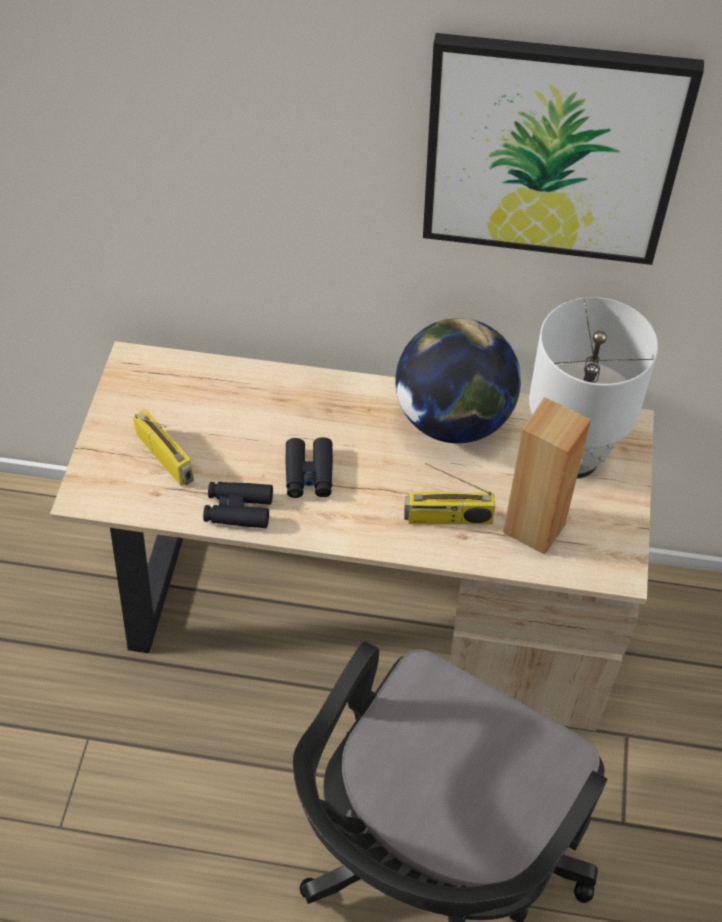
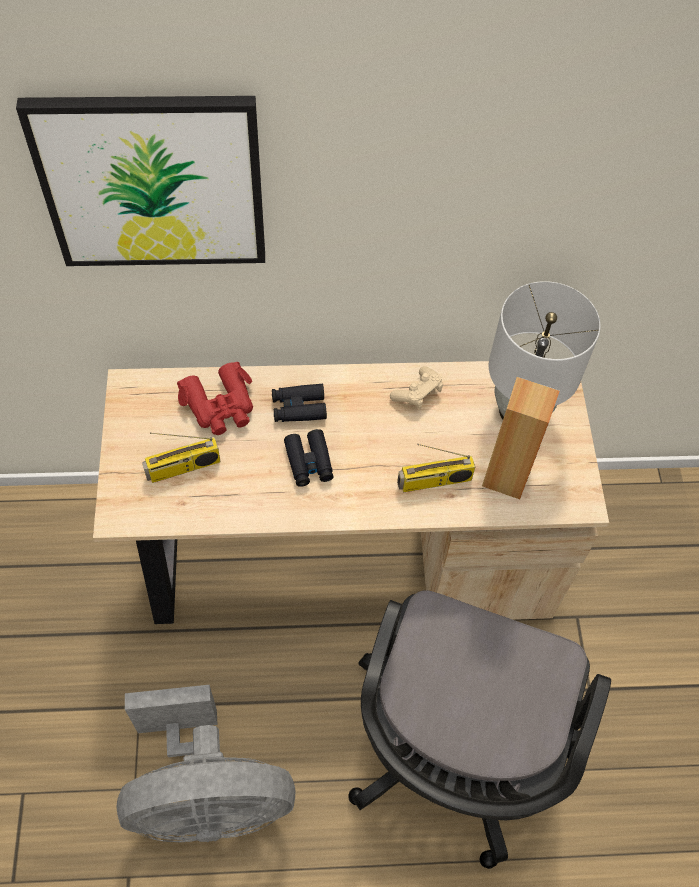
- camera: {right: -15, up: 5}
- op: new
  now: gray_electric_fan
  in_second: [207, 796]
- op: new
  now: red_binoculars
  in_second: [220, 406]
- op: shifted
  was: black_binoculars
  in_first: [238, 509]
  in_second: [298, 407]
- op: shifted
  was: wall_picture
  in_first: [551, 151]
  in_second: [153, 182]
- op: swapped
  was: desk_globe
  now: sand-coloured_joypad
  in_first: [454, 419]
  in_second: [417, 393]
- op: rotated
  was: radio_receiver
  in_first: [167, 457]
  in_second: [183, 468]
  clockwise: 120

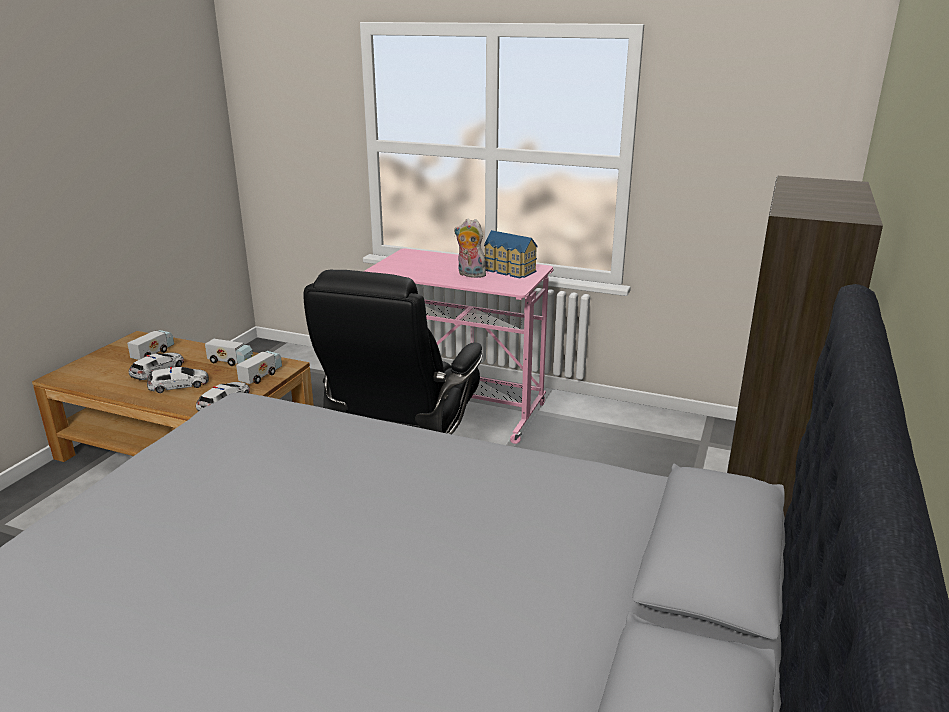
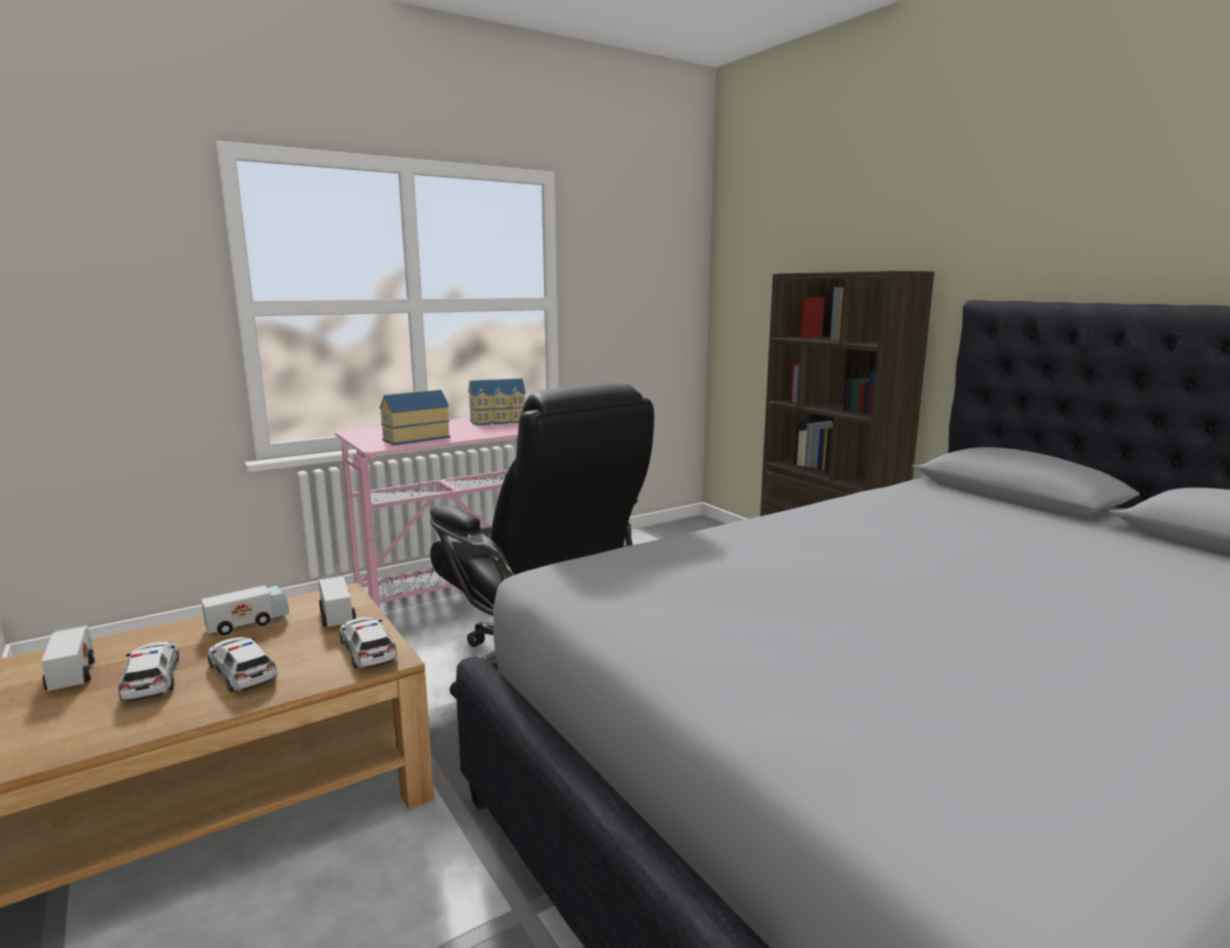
- camera: {right: -55, up: -10}
- op: gone
  was: plush_toy
  in_first: [470, 275]
- op: new
  now: miniature_house
  in_second: [414, 438]
- op: rotated
  was: toy_car
  in_first: [179, 385]
  in_second: [242, 671]
  clockwise: -60

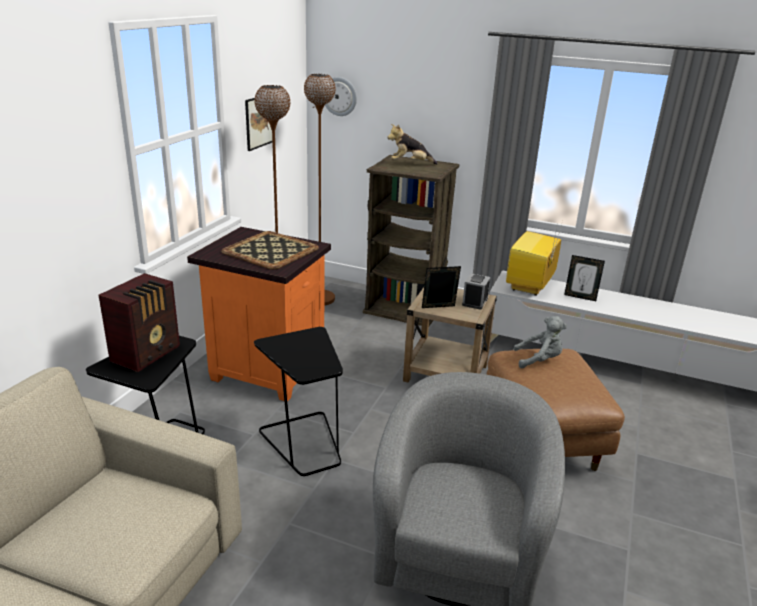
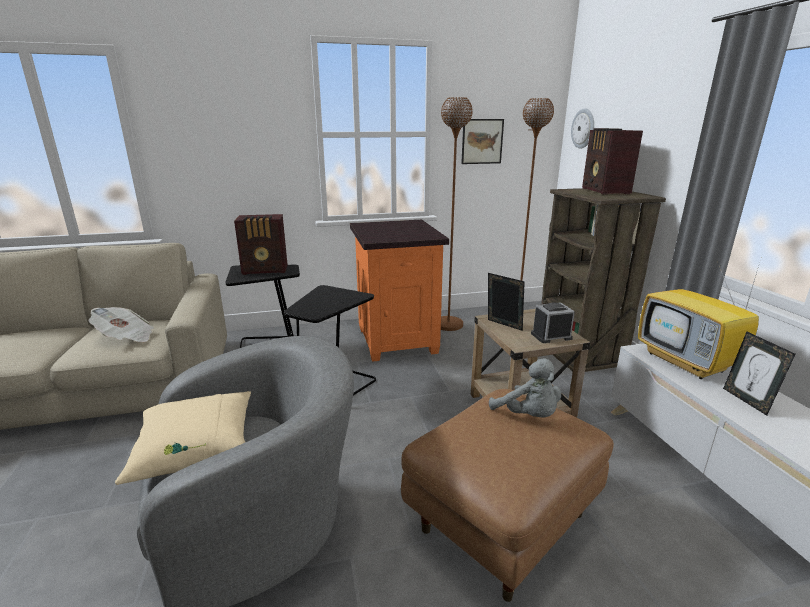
- camera: {right: 55, up: -5}
- op: gone
  was: tray
  in_first: [270, 250]
- op: new
  now: newspaper
  in_second: [126, 337]
- op: new
  now: sand-coloured_pillow
  in_second: [196, 449]
- op: swapped
  was: plush_toy
  now: radio_receiver
  in_first: [410, 163]
  in_second: [605, 191]
- op: rotated
  was: TV_set
  in_first: [530, 286]
  in_second: [688, 363]
  clockwise: -105

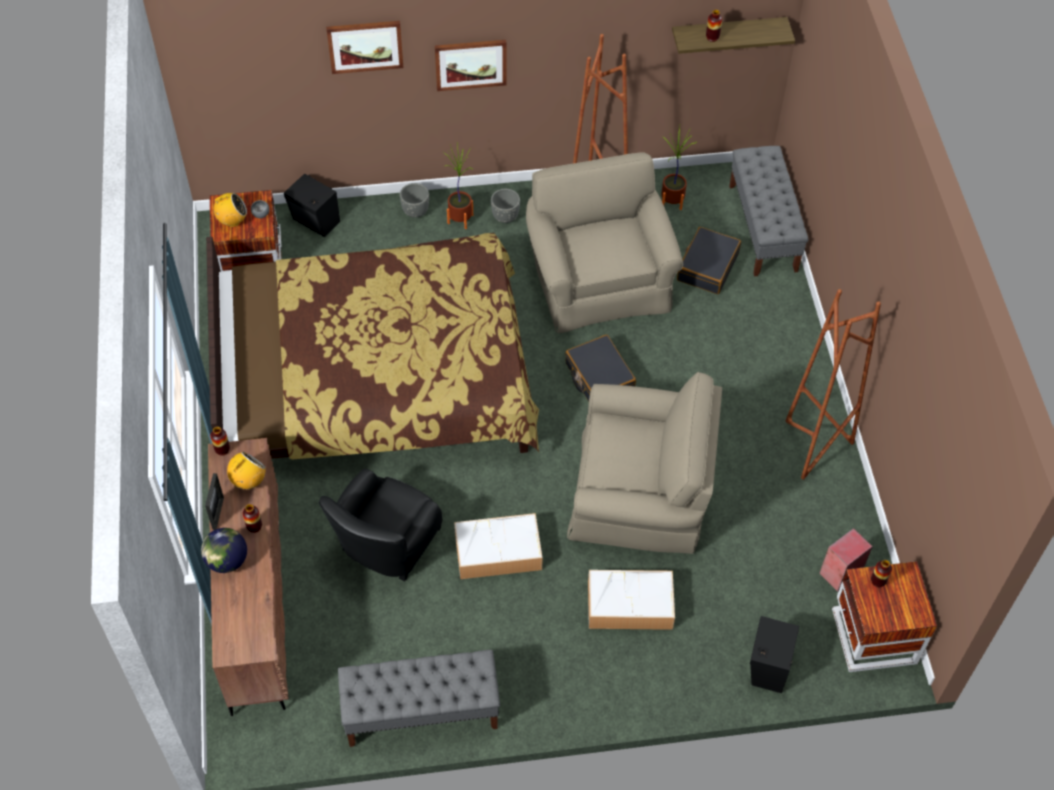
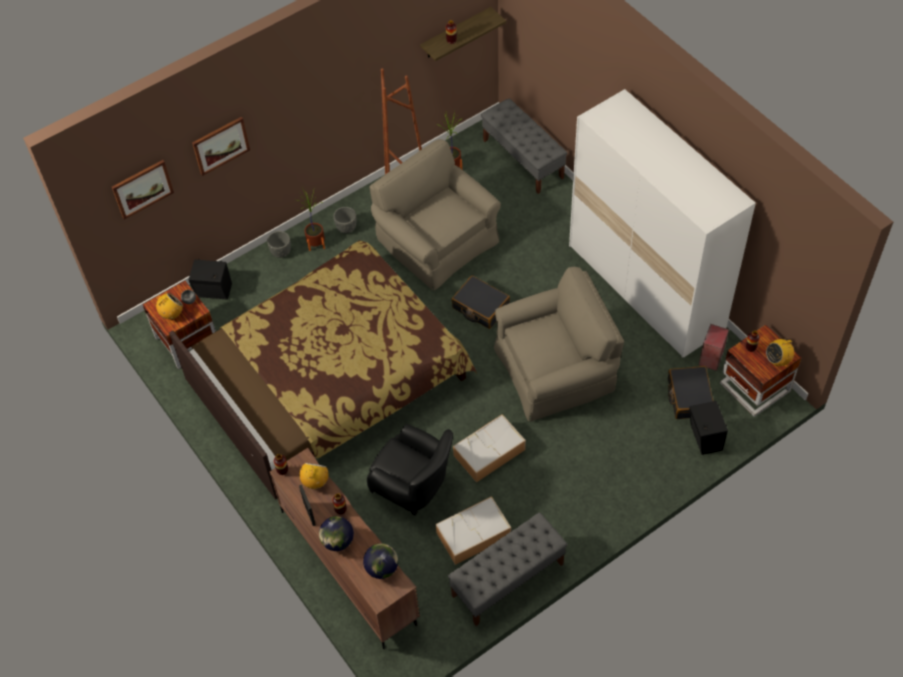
- camera: {right: -25, up: 0}
- op: new
  now: desk_globe
  in_second: [382, 568]
- op: new
  now: radio_receiver
  in_second: [777, 360]
- op: shifted
  was: wall_picture
  in_first: [470, 64]
  in_second: [142, 188]
- op: shifted
  was: storage_box
  in_first: [628, 605]
  in_second: [472, 535]
- op: shifted
  was: black_piece_of_luggage
  in_first: [707, 267]
  in_second: [689, 397]
- op: swapped
  was: brown-coloured_garment_stand
  now: white_wardrobe
  in_first: [814, 448]
  in_second: [645, 287]
- op: rotated
  was: black_lounge_chair
  in_first: [387, 546]
  in_second: [413, 485]
  clockwise: -60

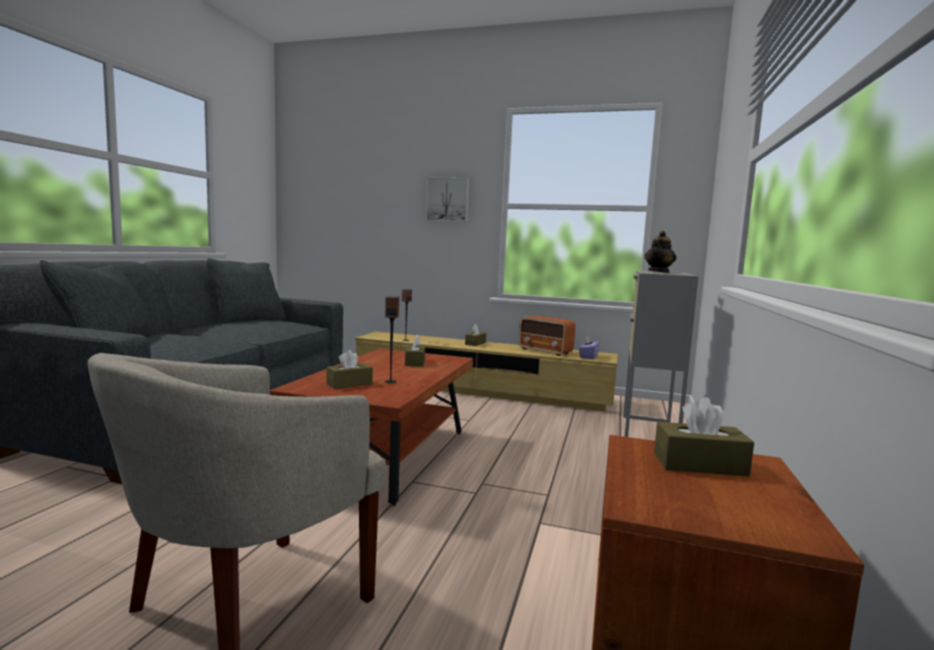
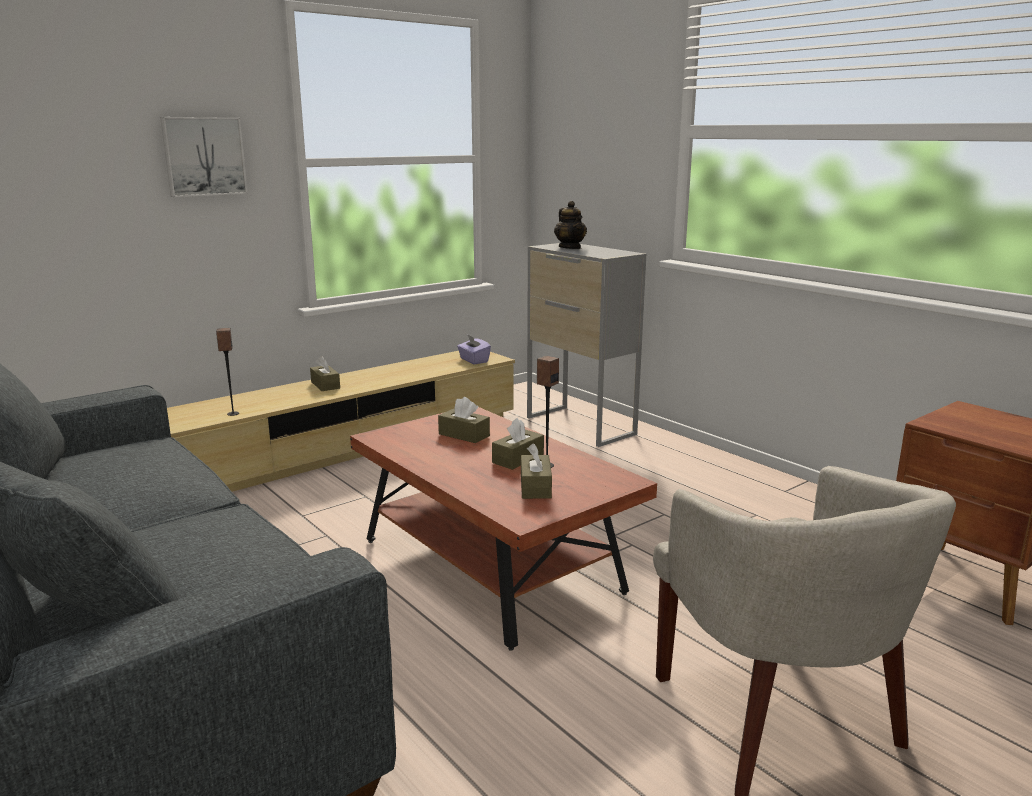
- camera: {right: -55, up: 10}
- op: gone
  was: radio_receiver
  in_first: [545, 351]
- op: shifted
  was: brown-coloured_box_of_tissues
  in_first: [699, 464]
  in_second: [518, 459]

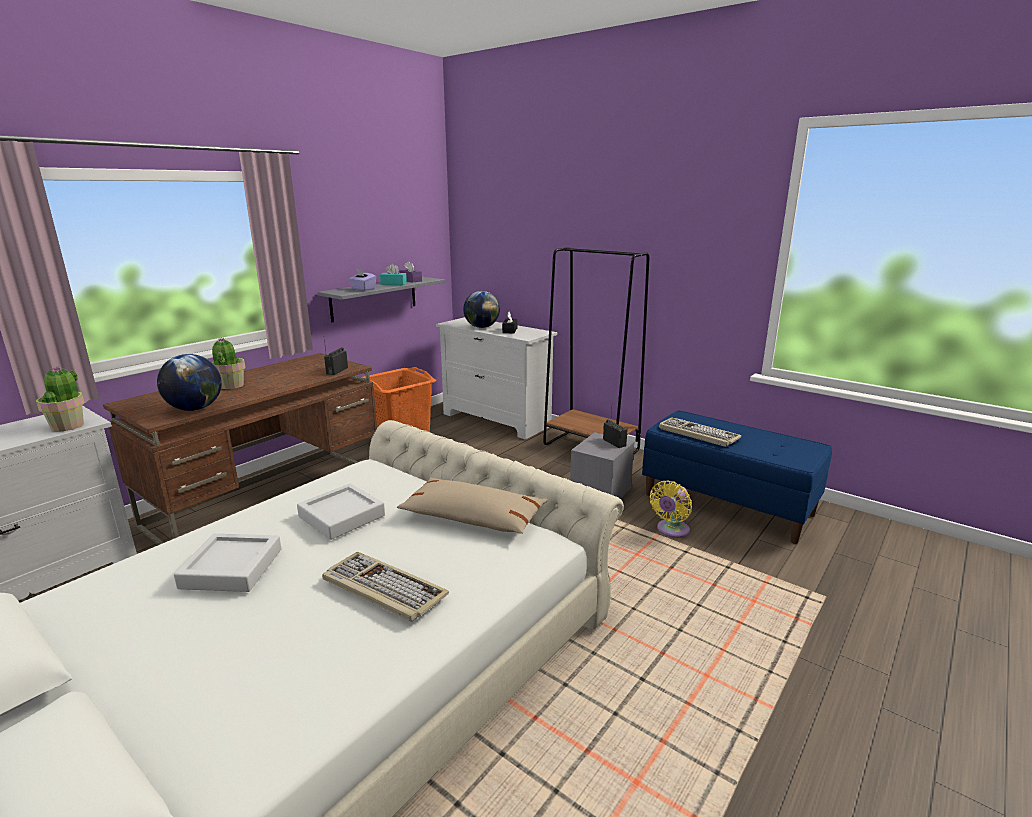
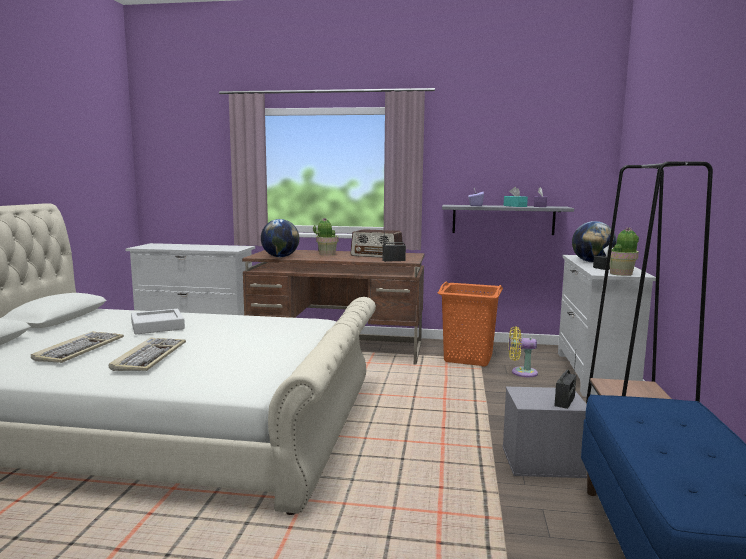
- camera: {right: 60, up: -10}
- op: gone
  was: gray_tray
  in_first: [342, 516]
- op: gone
  was: sand-coloured_pillow
  in_first: [473, 517]
- op: new
  now: radio_receiver
  in_second: [377, 255]
- op: shifted
  was: houseplant
  in_first: [68, 426]
  in_second: [621, 274]
- op: shifted
  was: yellow-coloured_electric_fan
  in_first: [671, 530]
  in_second: [521, 372]
- op: shifted
  was: computer_keyboard
  in_first: [697, 434]
  in_second: [79, 349]

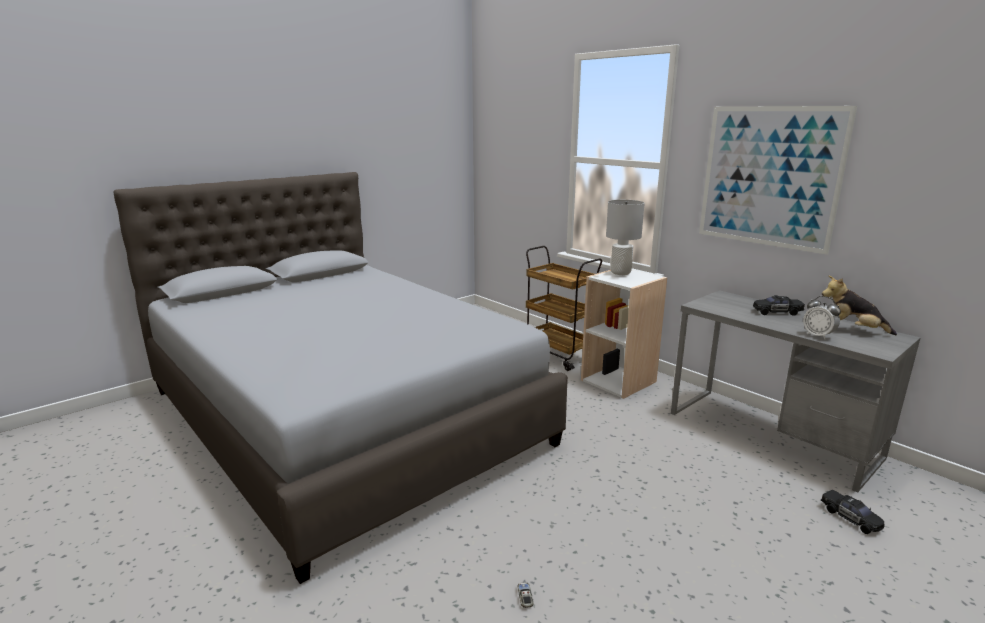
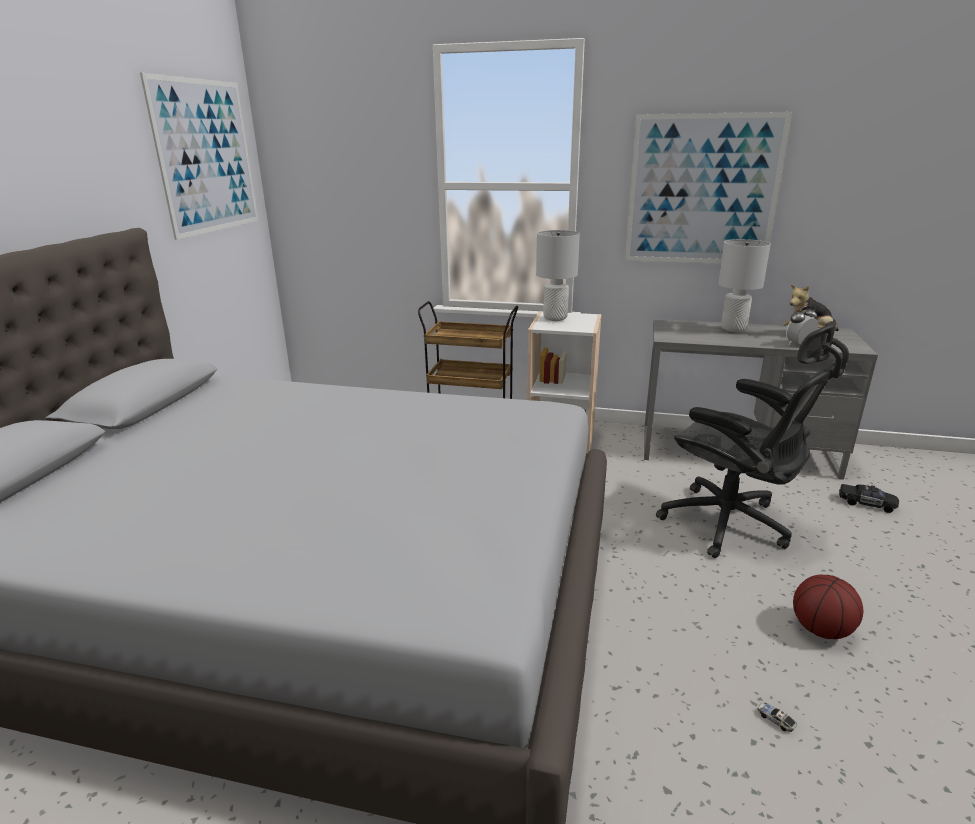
- camera: {right: -35, up: 5}
- op: new
  now: wall_picture
  in_second: [206, 157]
- op: new
  now: office_chair
  in_second: [730, 525]
- op: new
  now: basketball_ball
  in_second: [821, 629]
- op: swapped
  was: black_toy_car
  now: gray_lamp_for_a_table
  in_first: [776, 312]
  in_second: [733, 330]
- op: rotated
  was: alarm_clock
  in_first: [818, 335]
  in_second: [798, 345]
  clockwise: 135

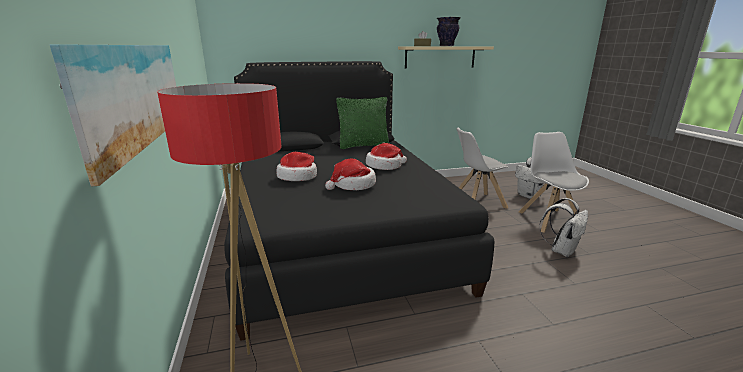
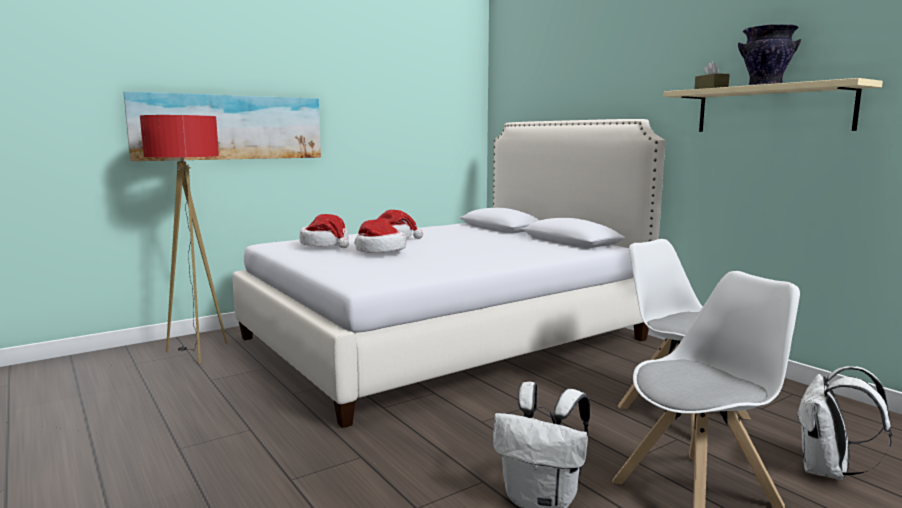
- camera: {right: 70, up: -10}
- op: gone
  was: green-coloured_pillow
  in_first: [364, 146]
- op: shifted
  was: hat
  in_first: [384, 166]
  in_second: [326, 244]
- op: repainted
  was: black_sleeping_bed
  now: white_sleeping_bed
  in_first: [339, 234]
  in_second: [444, 338]

